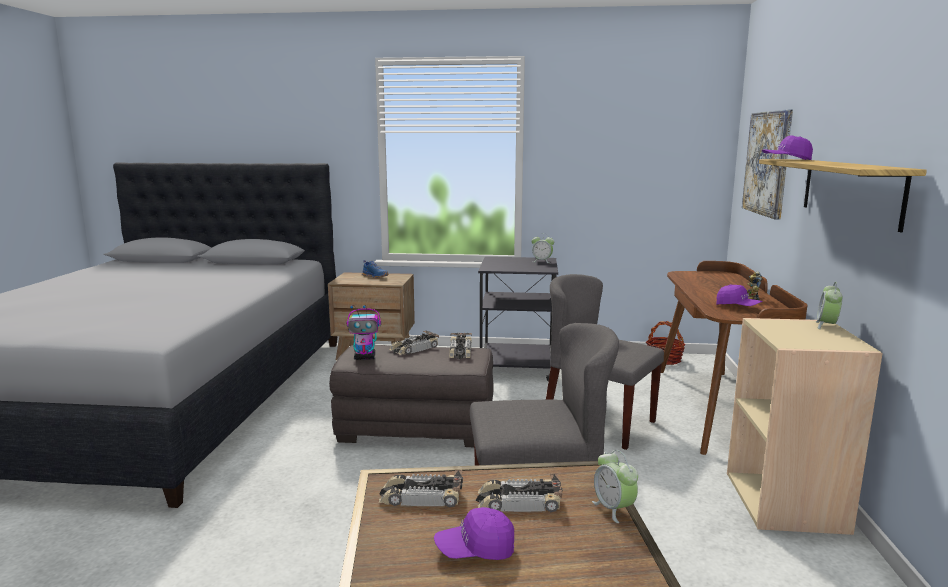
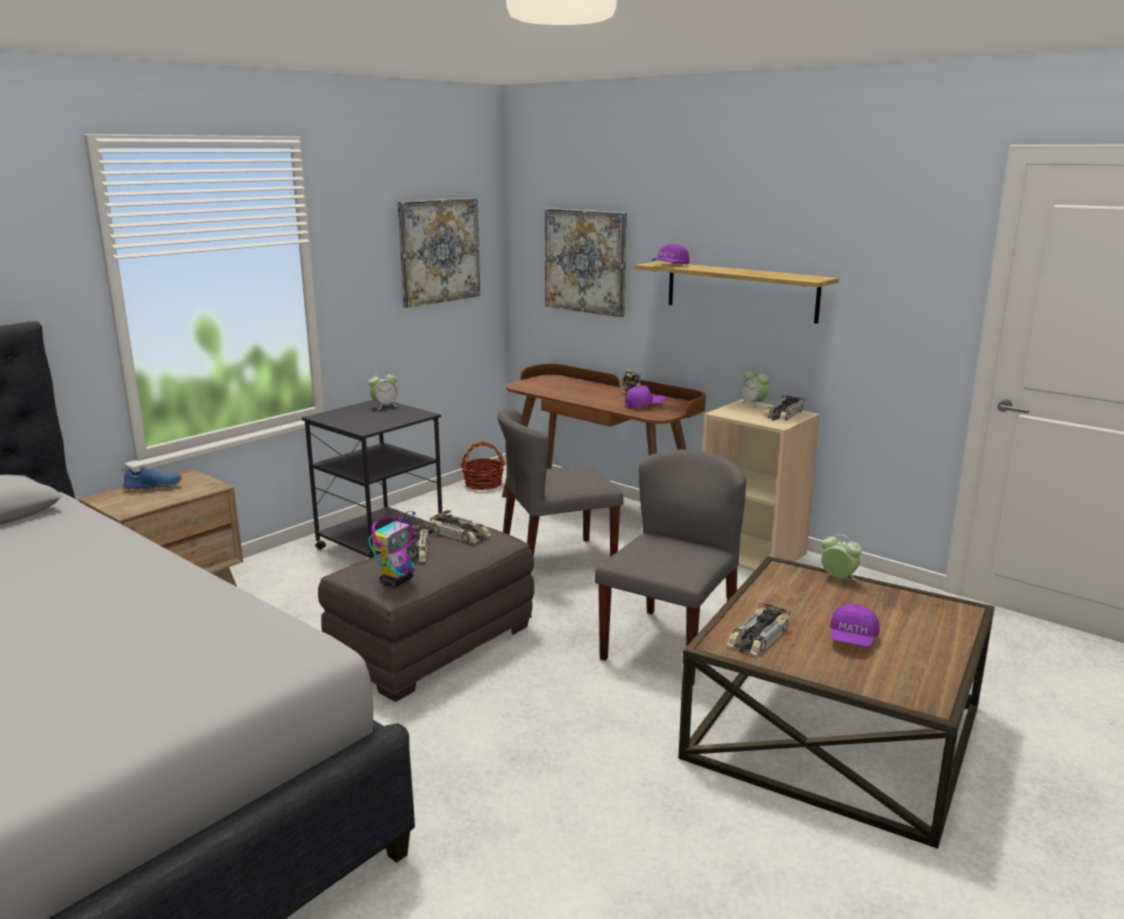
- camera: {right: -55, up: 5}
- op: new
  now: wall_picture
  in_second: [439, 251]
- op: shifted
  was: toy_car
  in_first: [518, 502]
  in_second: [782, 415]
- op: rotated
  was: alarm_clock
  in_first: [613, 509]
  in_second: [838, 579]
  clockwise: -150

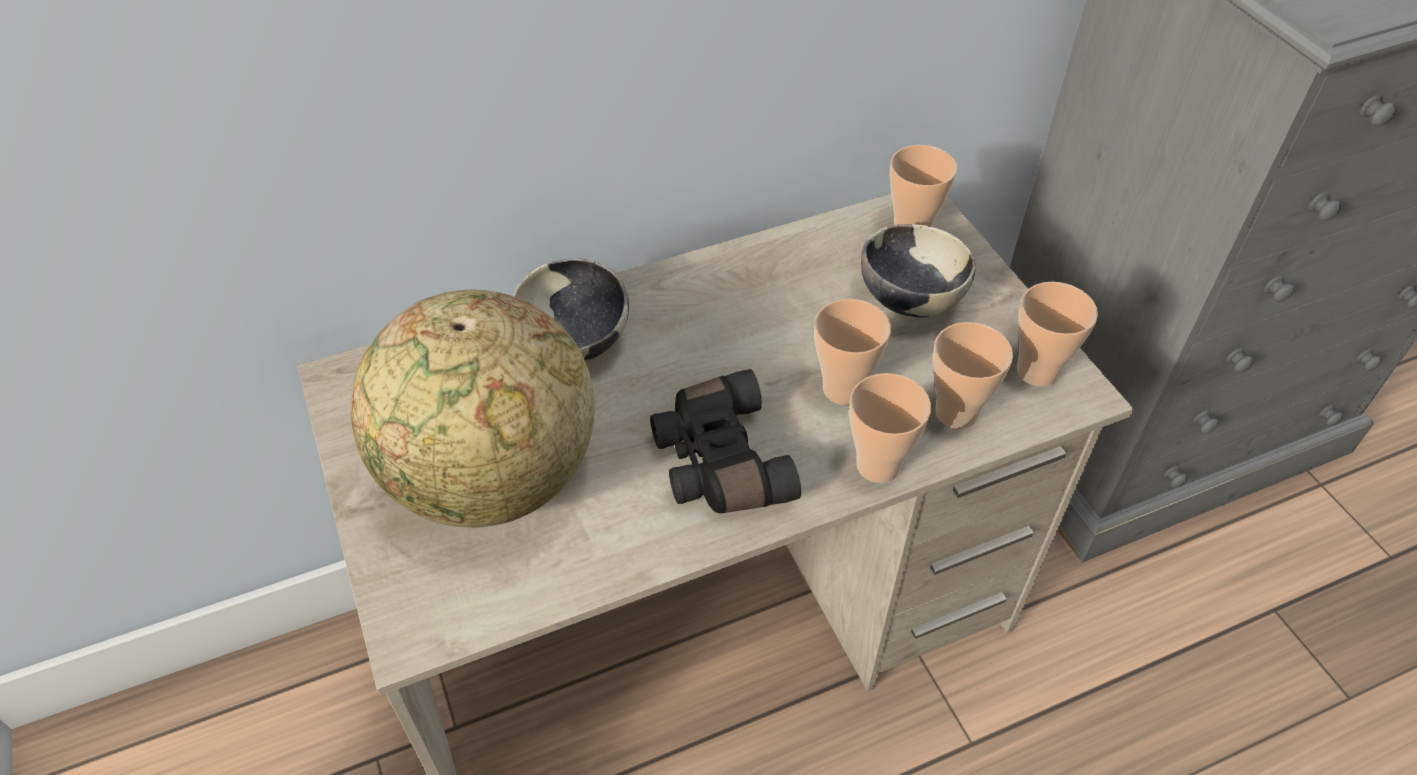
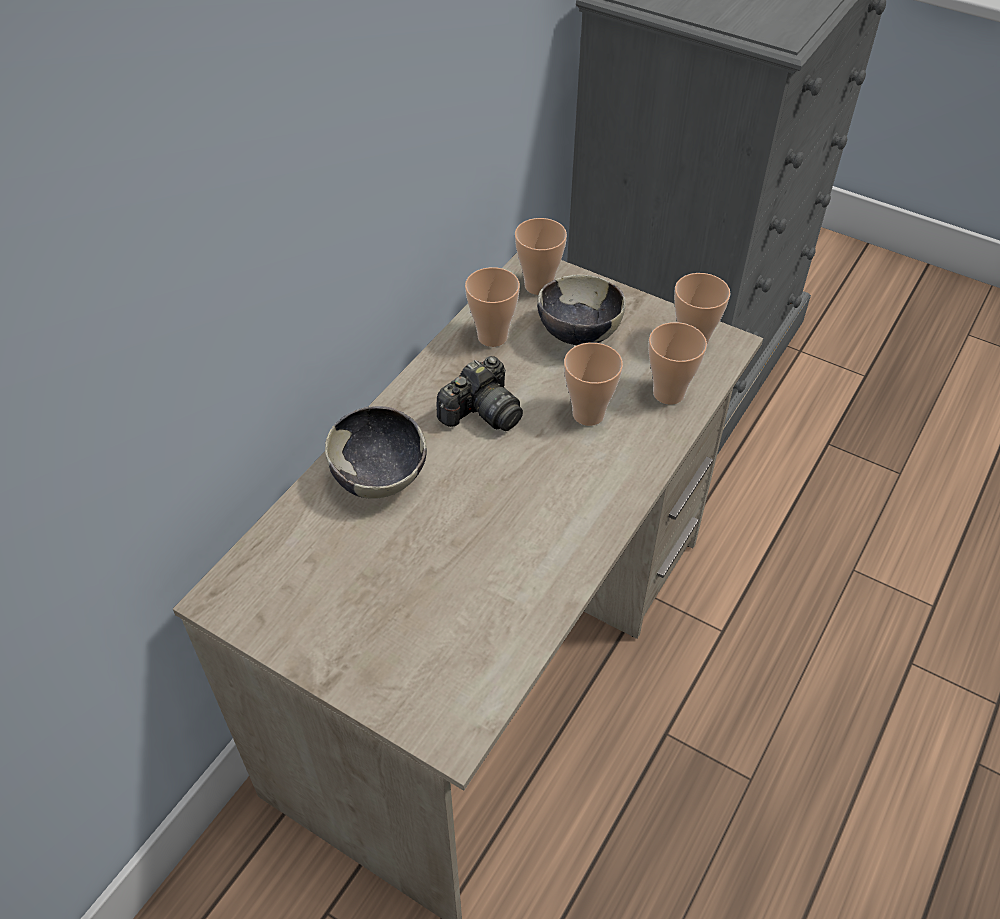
- camera: {right: -35, up: 0}
- op: gone
  was: desk_globe
  in_first: [492, 479]
- op: gone
  was: black_binoculars
  in_first: [717, 462]
- op: new
  now: photo_camera
  in_second: [482, 412]
- op: shifted
  was: small_cup
  in_first: [878, 465]
  in_second: [492, 337]

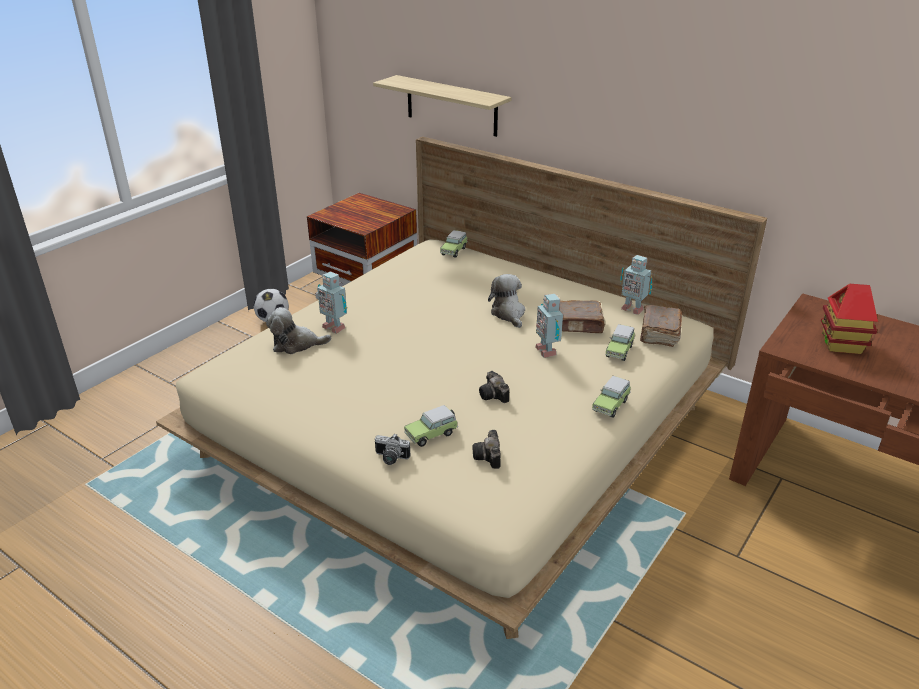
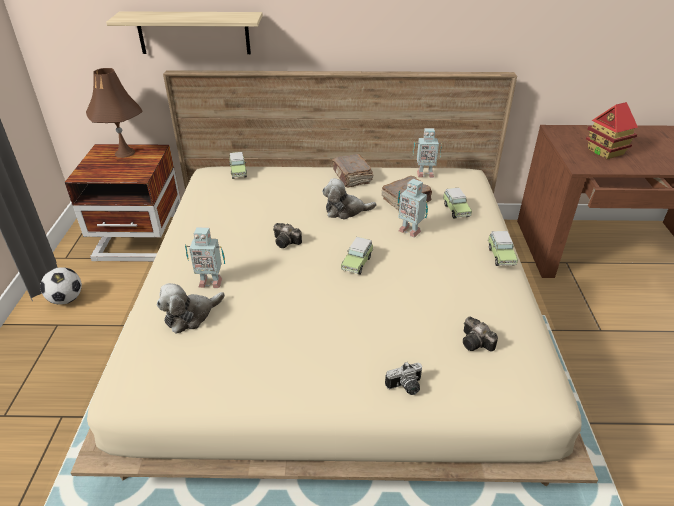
- camera: {right: -35, up: 5}
- op: new
  now: brown-coloured_lamp_for_a_table
  in_second: [124, 153]
- op: shifted
  was: toy_car
  in_first: [432, 434]
  in_second: [357, 262]
- op: shifted
  was: photo_camera
  in_first: [494, 396]
  in_second: [287, 242]
- op: shifted
  was: brown-coloured_book
  in_first: [659, 334]
  in_second: [352, 177]
- op: rotated
  was: plush_toy
  in_first: [508, 313]
  in_second: [345, 210]
  clockwise: -45

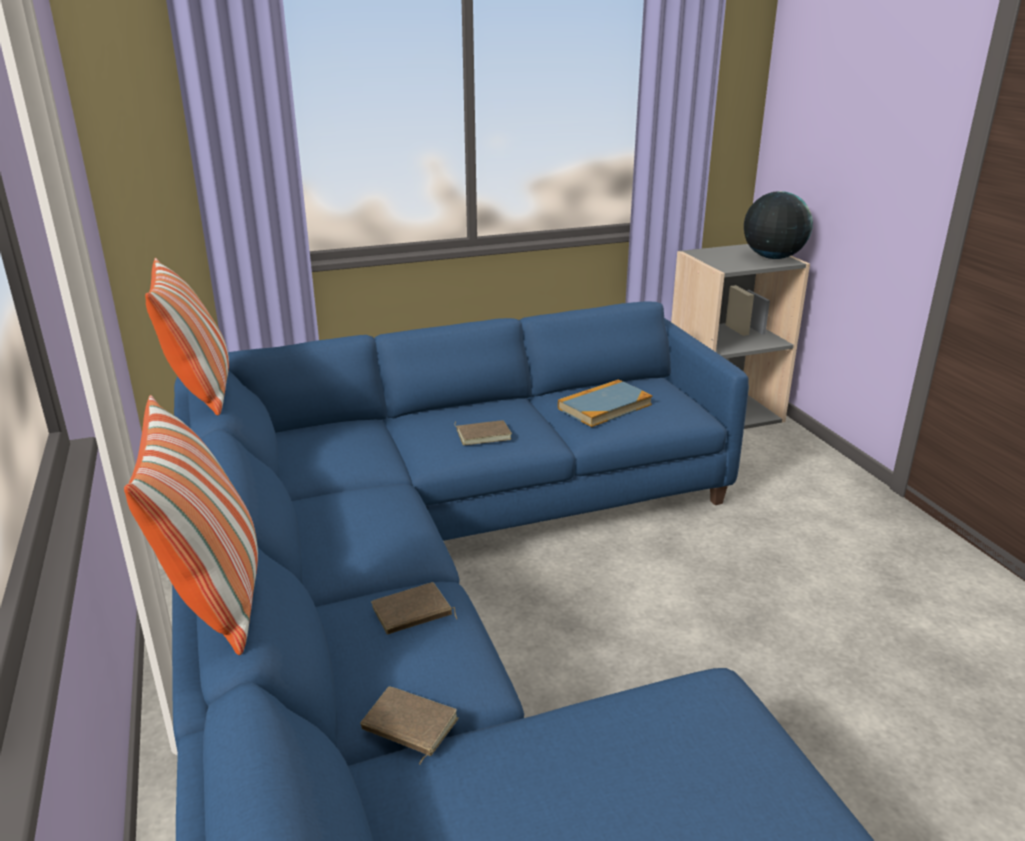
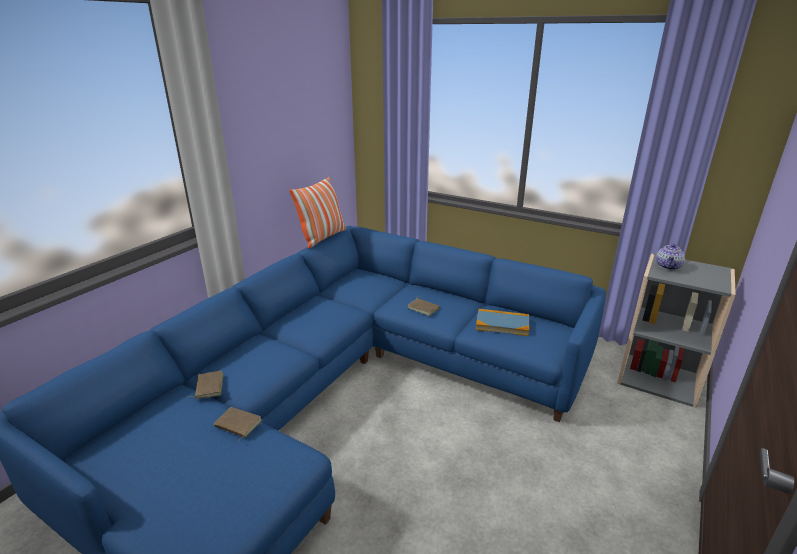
- camera: {right: 50, up: 0}
- op: gone
  was: pillow
  in_first: [215, 596]
- op: gone
  was: desk_globe
  in_first: [772, 257]
- op: new
  now: tea_pot
  in_second: [668, 266]
- op: shifted
  was: brown-coloured_book
  in_first: [412, 613]
  in_second: [237, 425]

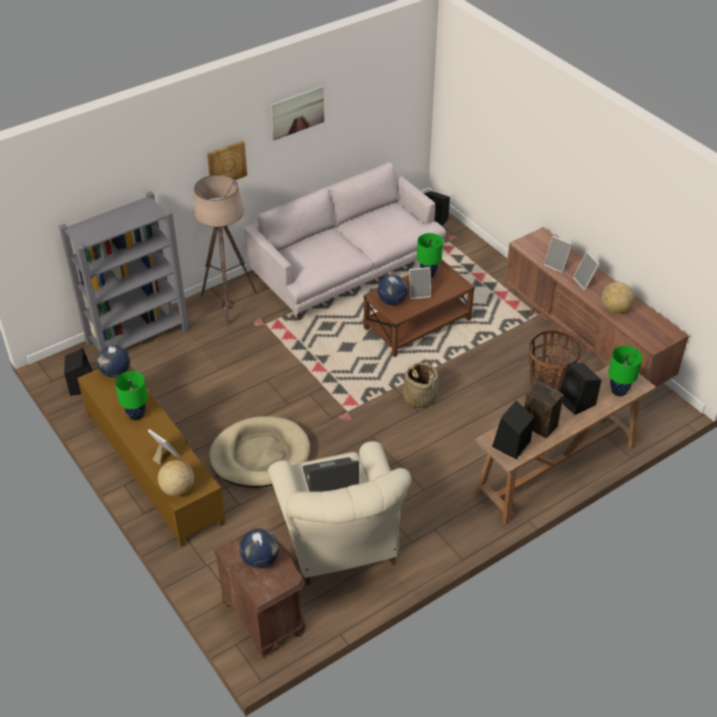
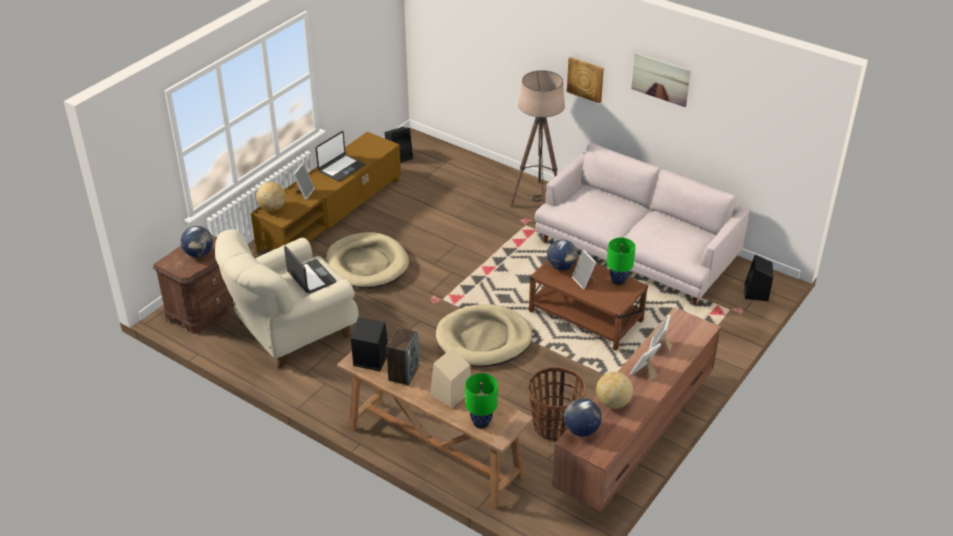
- camera: {right: 70, up: -5}
- op: gone
  was: gray_bookshelf
  in_first: [138, 336]
- op: shifted
  was: desk_globe
  in_first: [115, 372]
  in_second: [581, 430]
- op: swapped
  was: green-coloured_lamp_for_a_table
  now: laptop
  in_first: [136, 415]
  in_second: [341, 168]
- op: swapped
  was: storage_basket
  now: sand-coloured_dog_bed
  in_first: [419, 397]
  in_second: [484, 339]
- op: repainted
  was: black_audio_speaker
  now: sand-coloured_audio_speaker
  in_first: [577, 402]
  in_second: [449, 394]

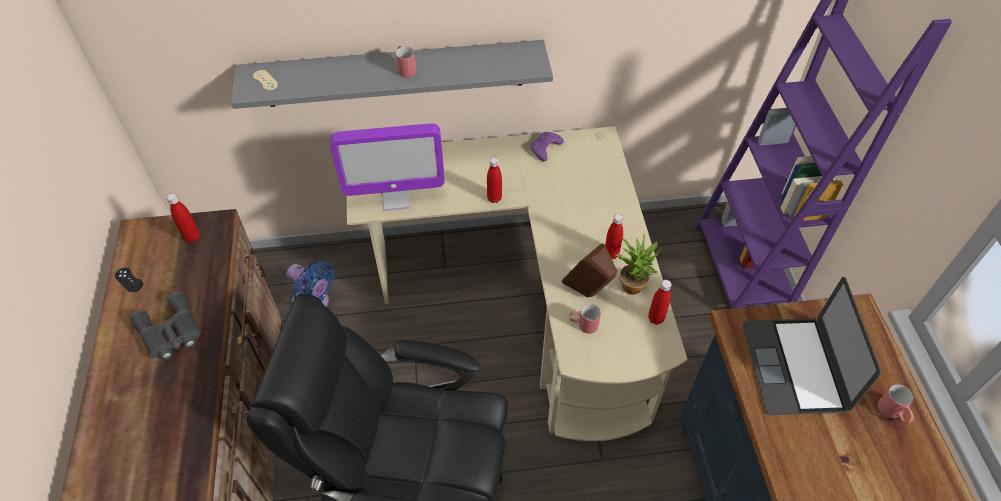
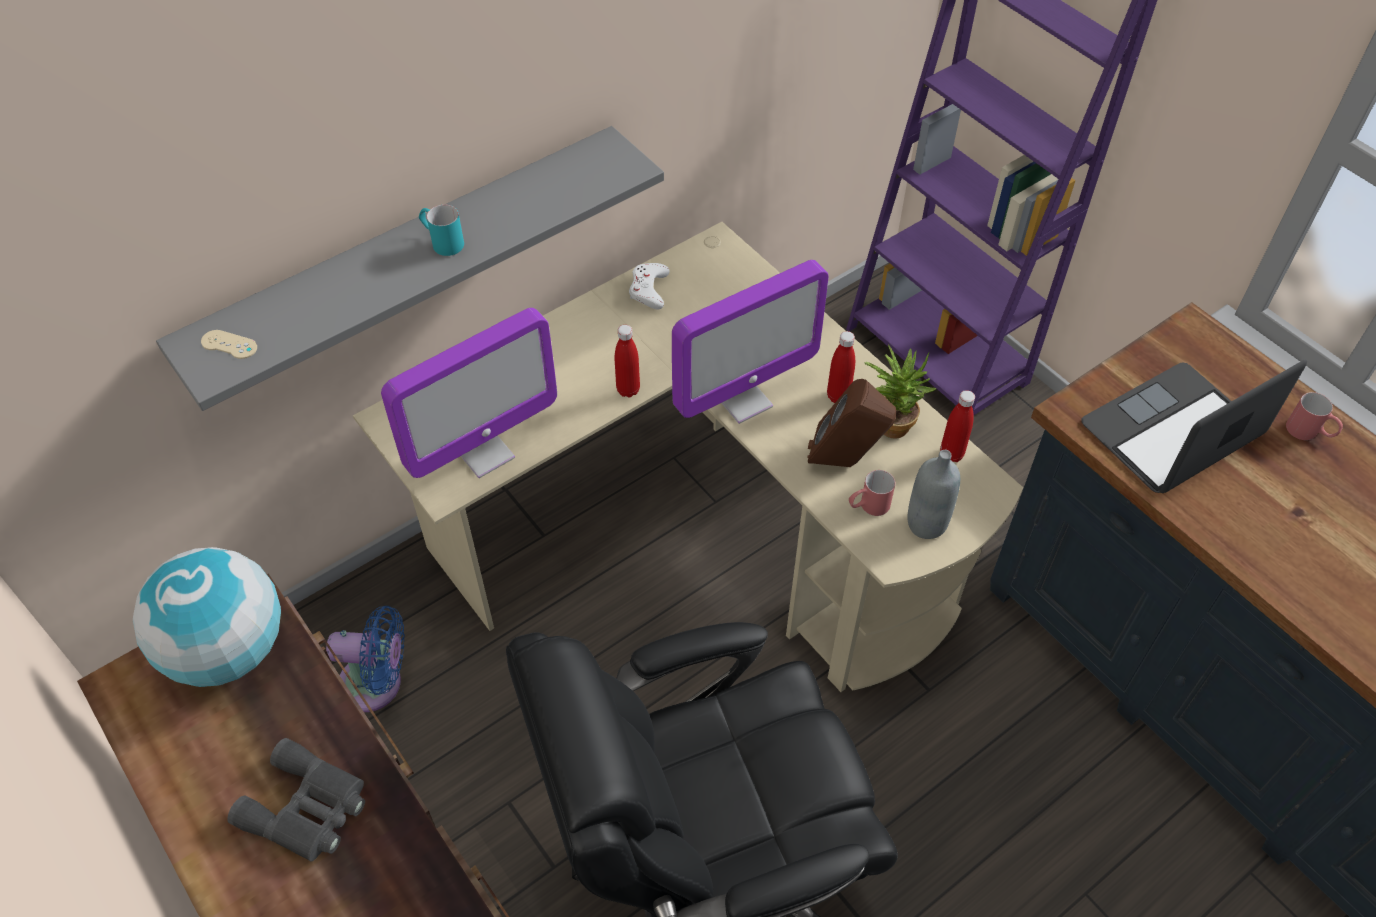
- camera: {right: -30, up: 0}
- op: gone
  was: black_joypad
  in_first: [129, 280]
- op: new
  now: monitor
  in_second: [743, 400]
- op: new
  now: gray_bottle
  in_second: [926, 524]
- op: swapped
  was: red_bottle
  now: desk_globe
  in_first: [192, 237]
  in_second: [228, 649]
- op: repainted
  was: red_mug
  now: turquoise-coloured_mug
  in_first: [405, 68]
  in_second: [442, 241]
- op: repainted
  was: purple-coloured_joypad
  now: white_joypad
  in_first: [545, 148]
  in_second: [649, 289]
- op: rotated
  was: laptop
  in_first: [794, 366]
  in_second: [1172, 429]
  clockwise: 90

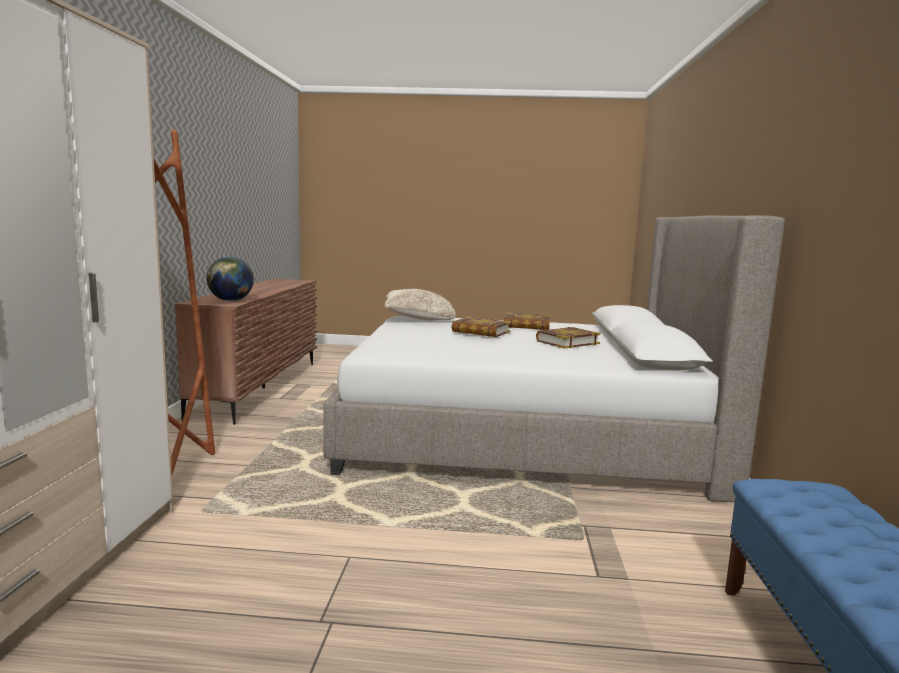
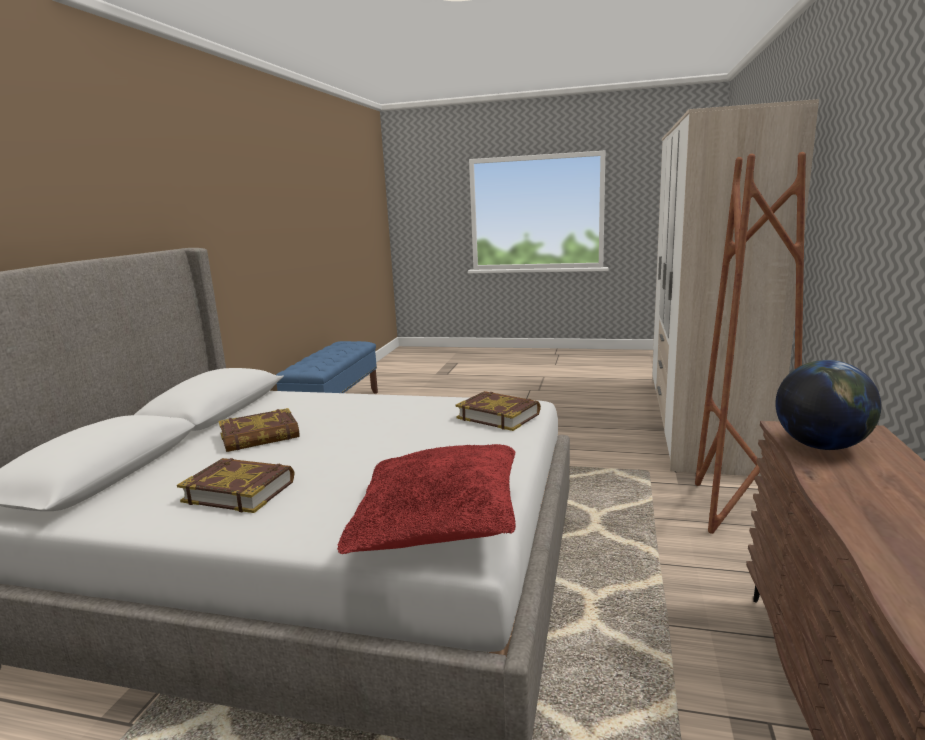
- camera: {right: -170, up: 5}
- op: shifted
  was: book
  in_first: [481, 332]
  in_second: [498, 416]
- op: repainted
  was: sand-coloured_pillow
  now: red_pillow
  in_first: [419, 318]
  in_second: [437, 520]

